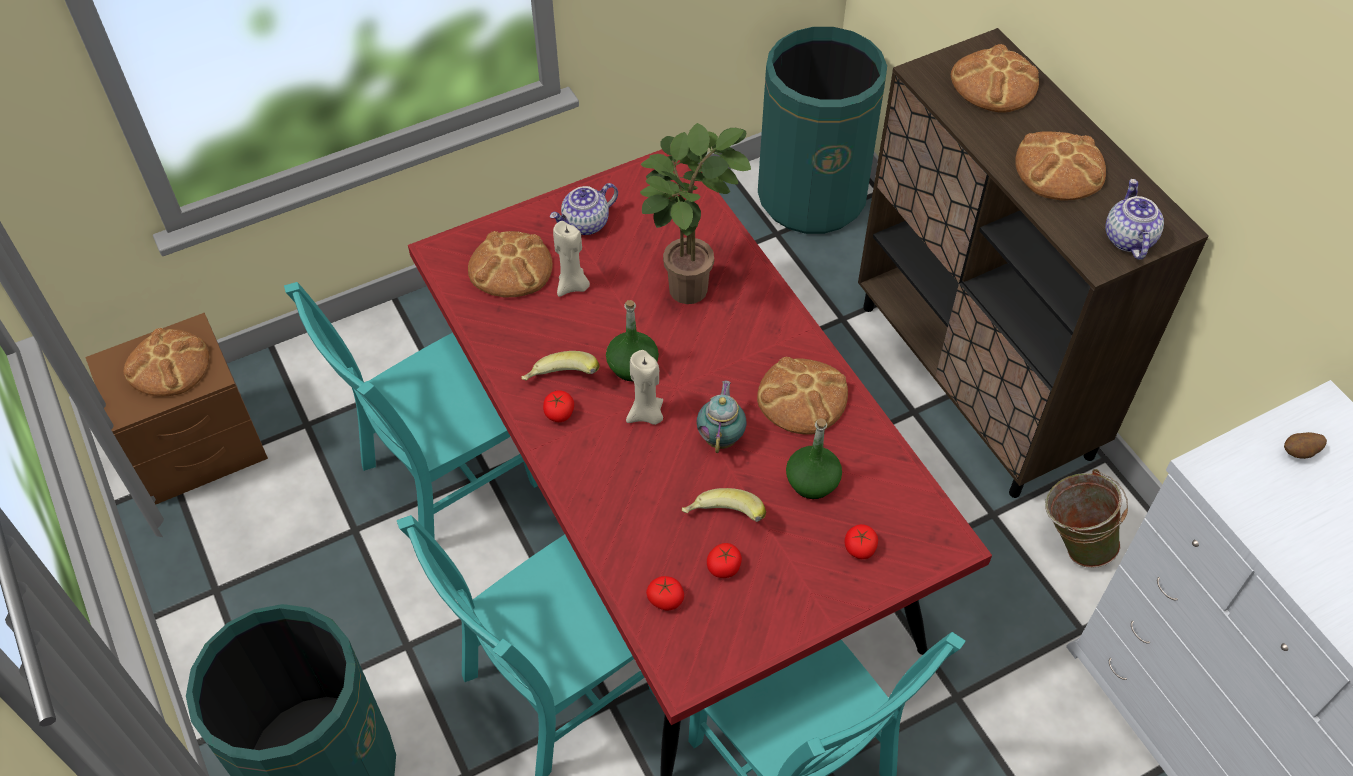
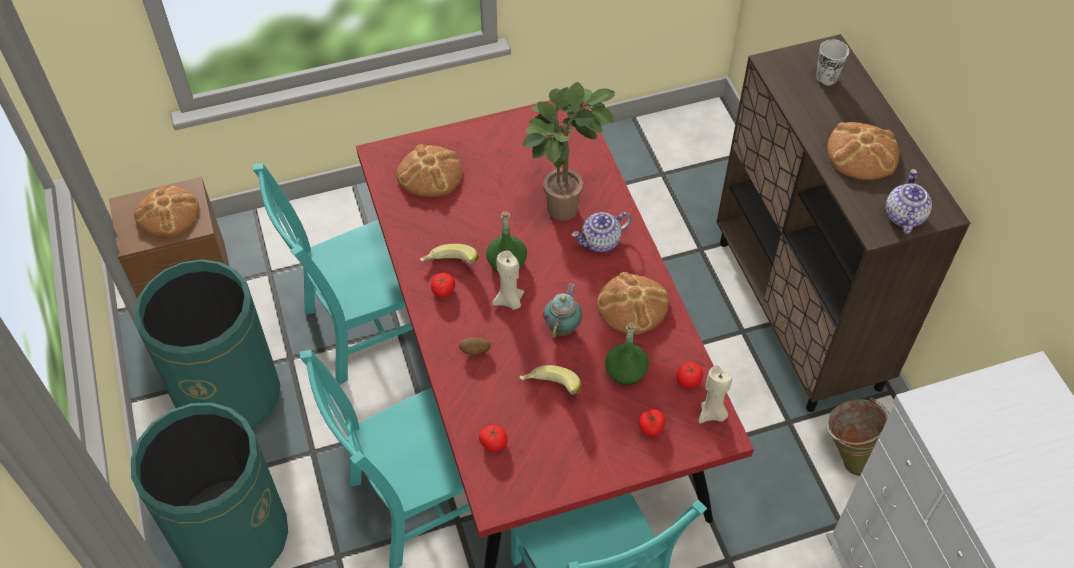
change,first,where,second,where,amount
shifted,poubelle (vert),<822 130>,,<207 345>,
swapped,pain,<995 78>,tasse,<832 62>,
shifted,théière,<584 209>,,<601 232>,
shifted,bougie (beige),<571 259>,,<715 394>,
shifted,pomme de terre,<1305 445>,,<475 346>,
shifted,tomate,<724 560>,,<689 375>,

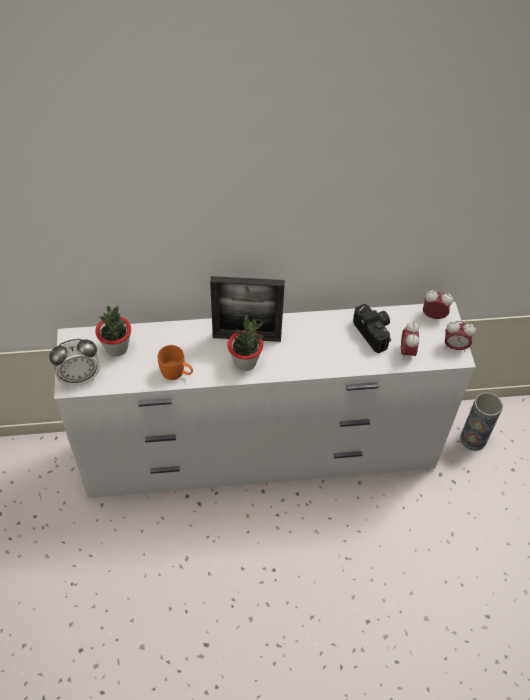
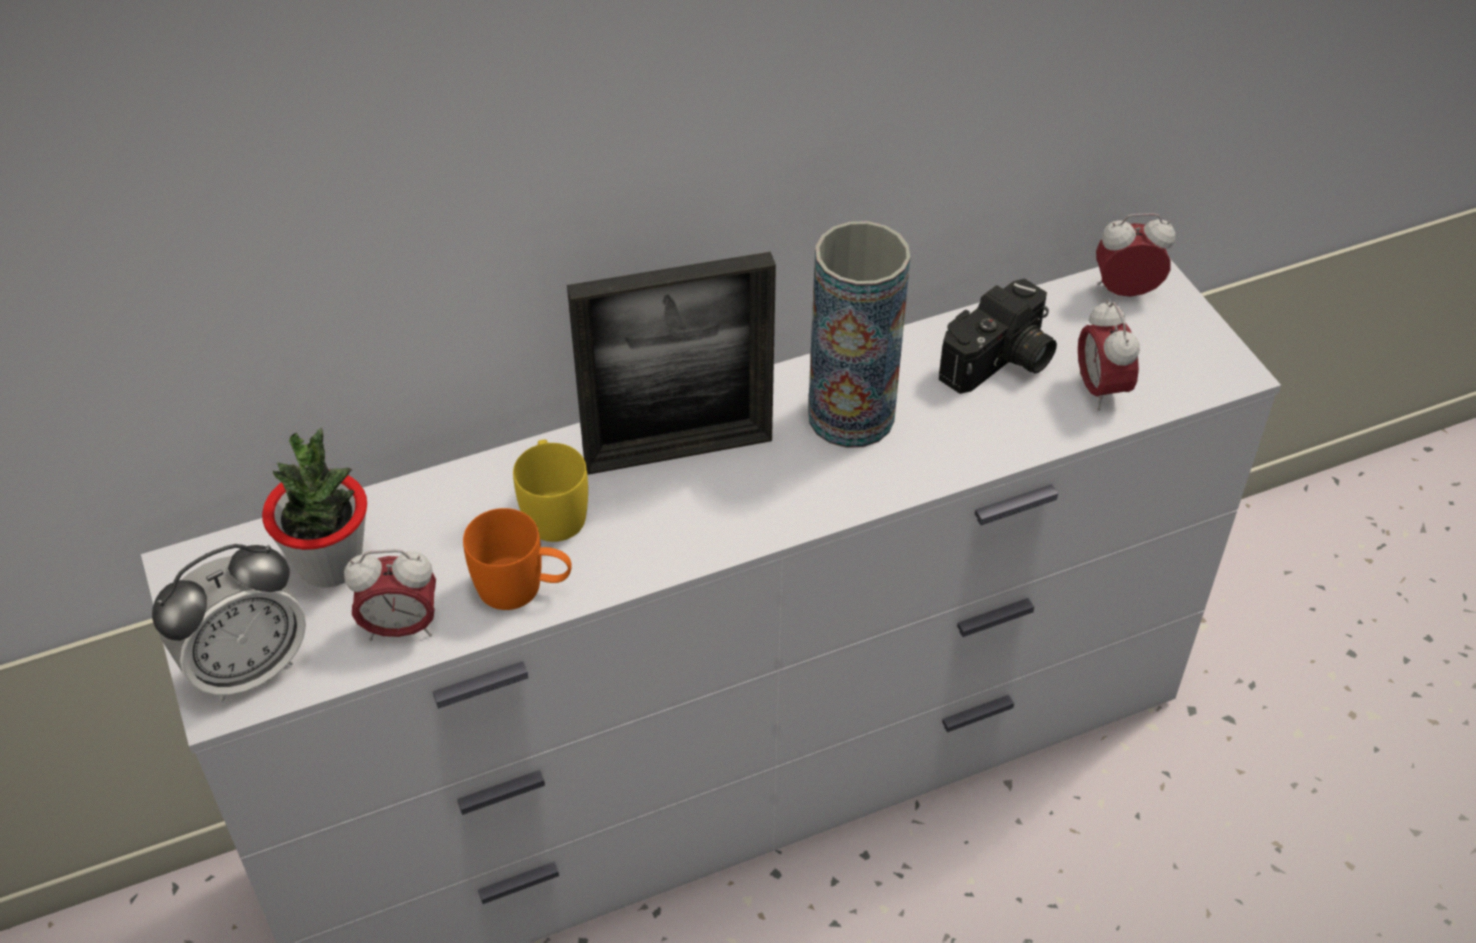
change,first,where,second,where,amount
rotated,appareil photo,<372 328>,,<998 336>,90 degrees clockwise
gone,plante en pot,<245 343>,,,
shifted,réveil,<460 336>,,<390 595>,
shifted,vase,<481 421>,,<859 334>,
new,,,mug (jaune),<550 491>,

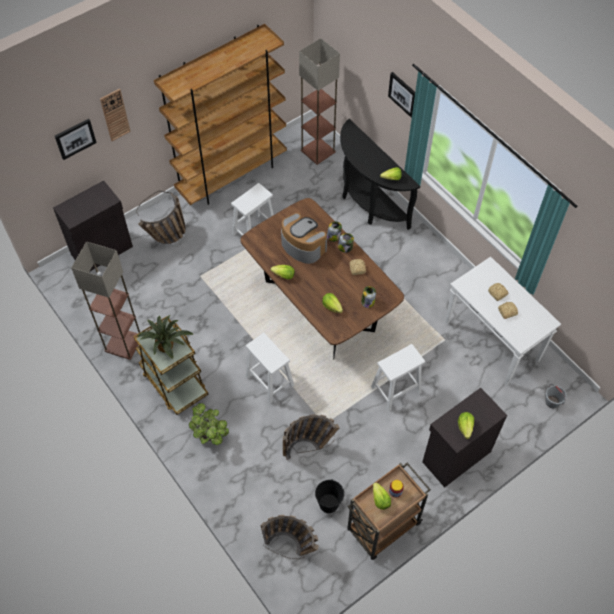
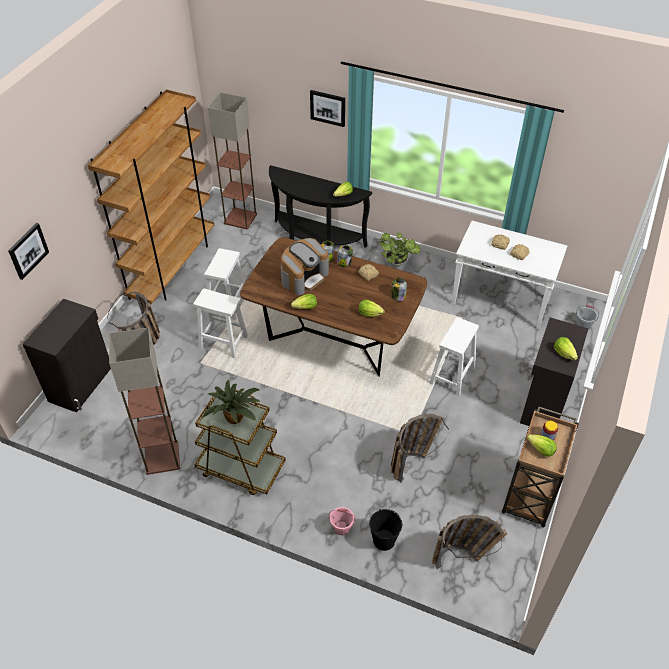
change,first,where,second,where,amount
gone,horloge murale,<115 115>,,,
rotated,machine à café,<304 238>,,<305 266>,120 degrees clockwise
shifted,tabouret (blanc),<269 368>,,<220 323>,
shifted,plante en pot,<209 424>,,<399 250>,
shifted,seau (noir),<329 496>,,<385 530>,
new,,,seau (rose),<342 521>,

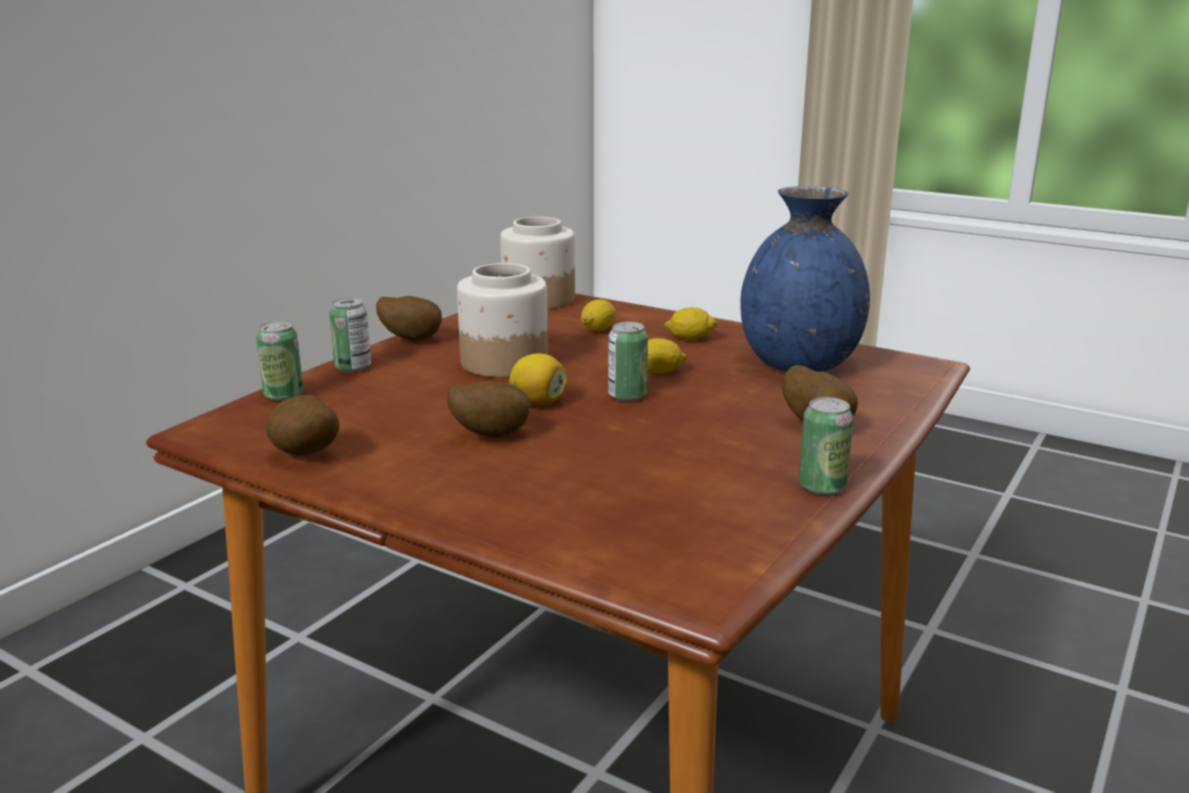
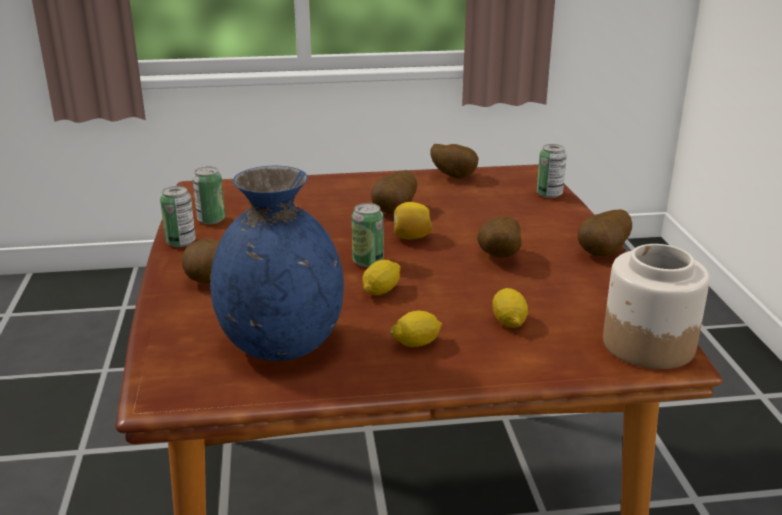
change,first,where,second,where,amount
swapped,bocal,<502 320>,pomme de terre,<499 237>,
shifted,boîte métallique,<350 335>,,<209 195>,

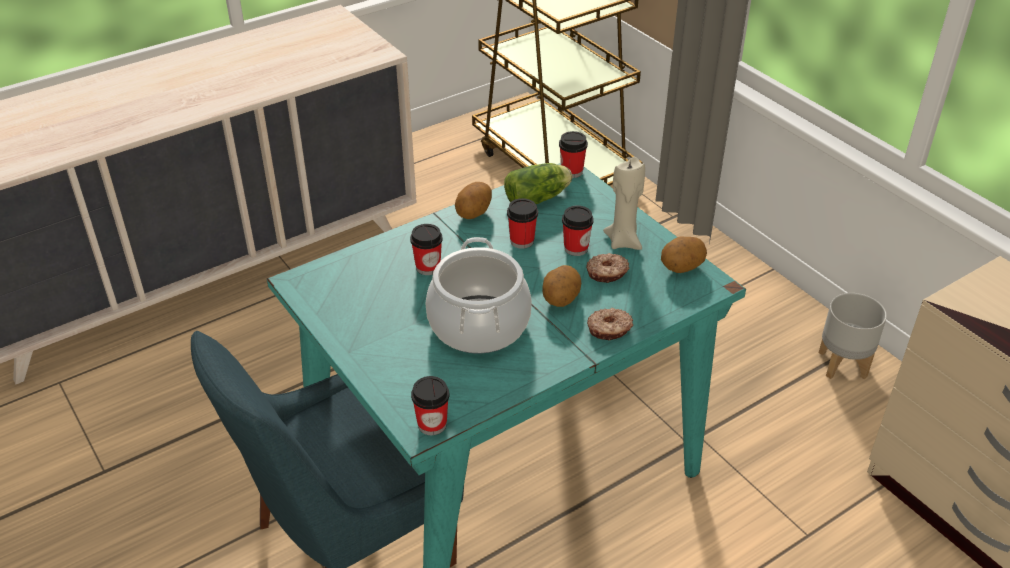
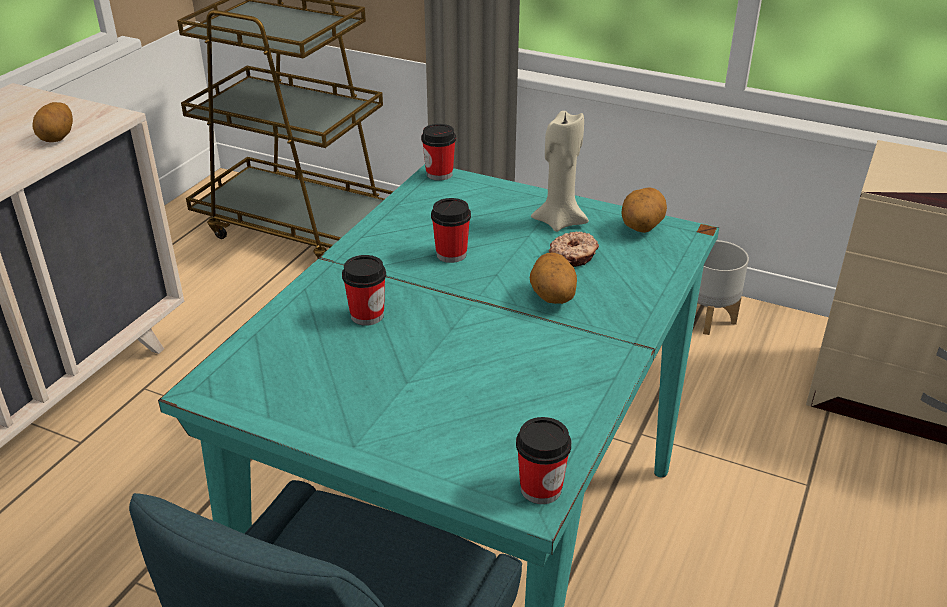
change,first,where,second,where,amount
gone,laitue,<538 183>,,,
shifted,pomme de terre,<473 200>,,<52 122>,
gone,tasse,<578 230>,,,
gone,marmite,<478 295>,,,
gone,beignet,<610 324>,,,

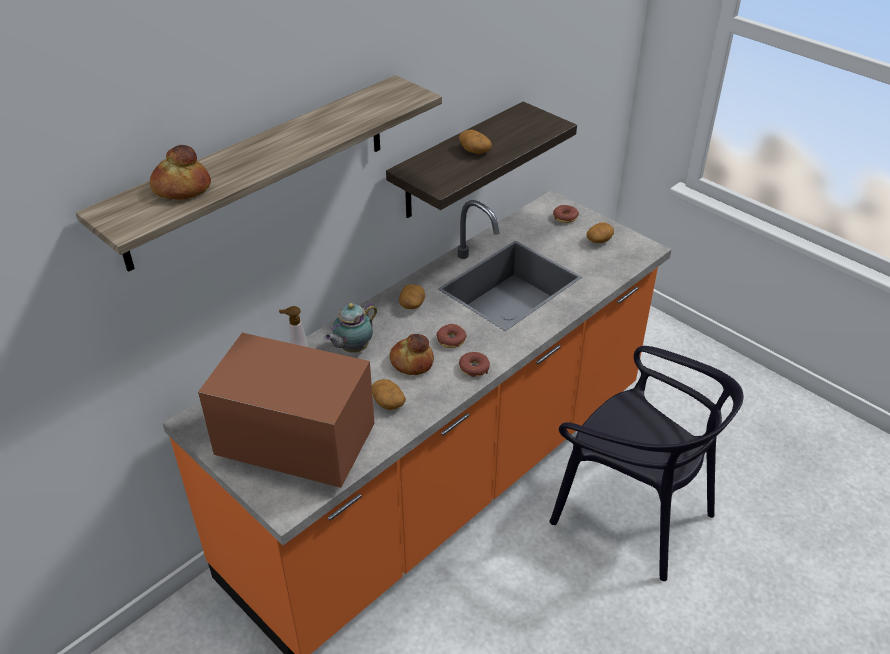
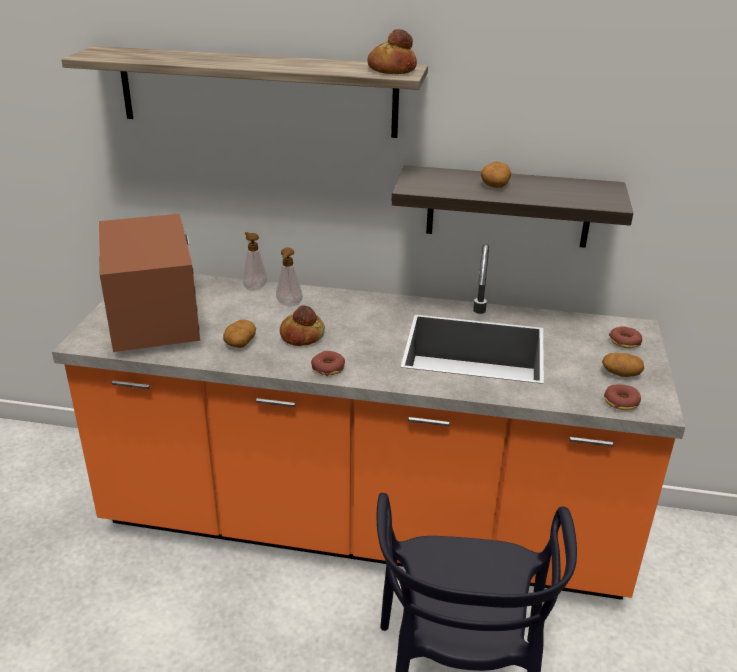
change,first,where,second,where,amount
shifted,pain,<180 172>,,<392 51>,
gone,pomme de terre,<412 296>,,,
swapped,théière,<350 328>,distributeur de savon,<289 276>,
shifted,beignet,<451 336>,,<622 397>,

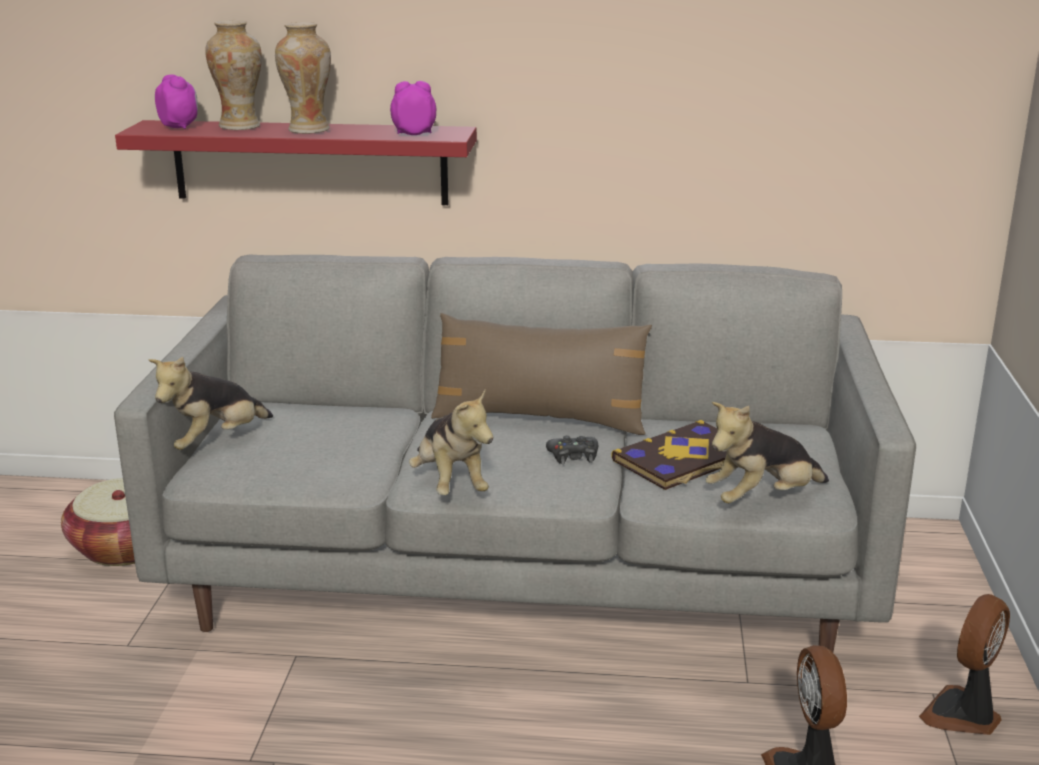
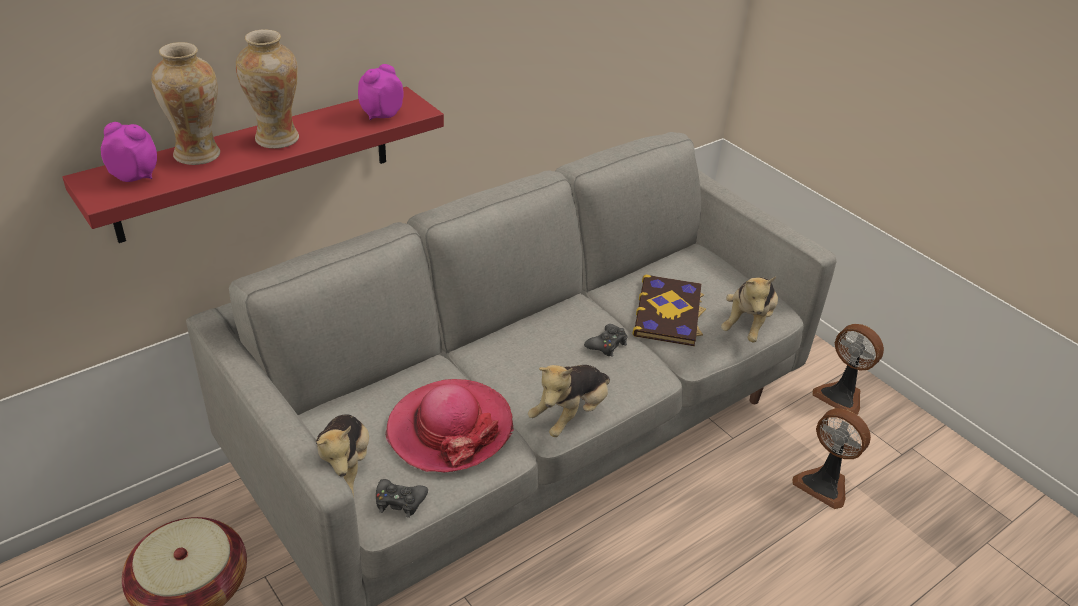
change,first,where,second,where,amount
gone,coussin (marron),<541 374>,,,
rotated,peluche,<451 442>,,<569 401>,105 degrees clockwise
rotated,ventilateur,<964 664>,,<848 369>,45 degrees counterclockwise
new,,,chapeau,<449 425>,
new,,,manette (noir),<402 498>,

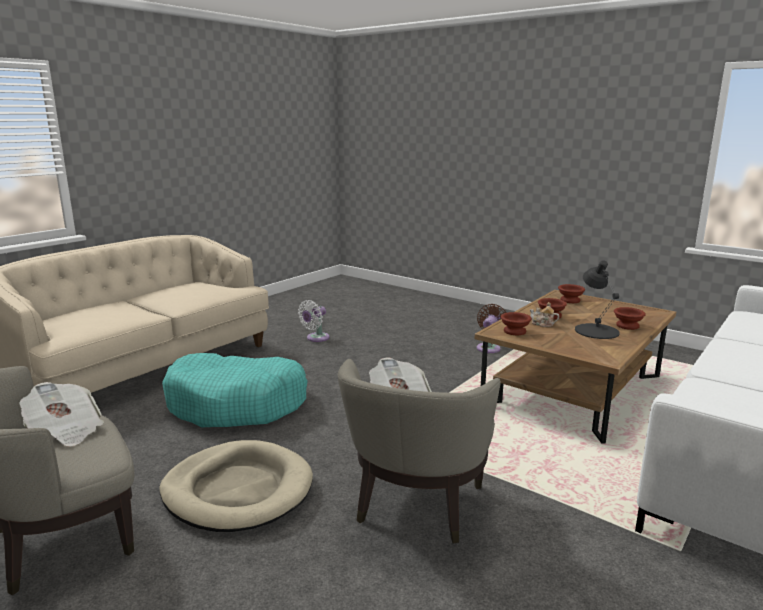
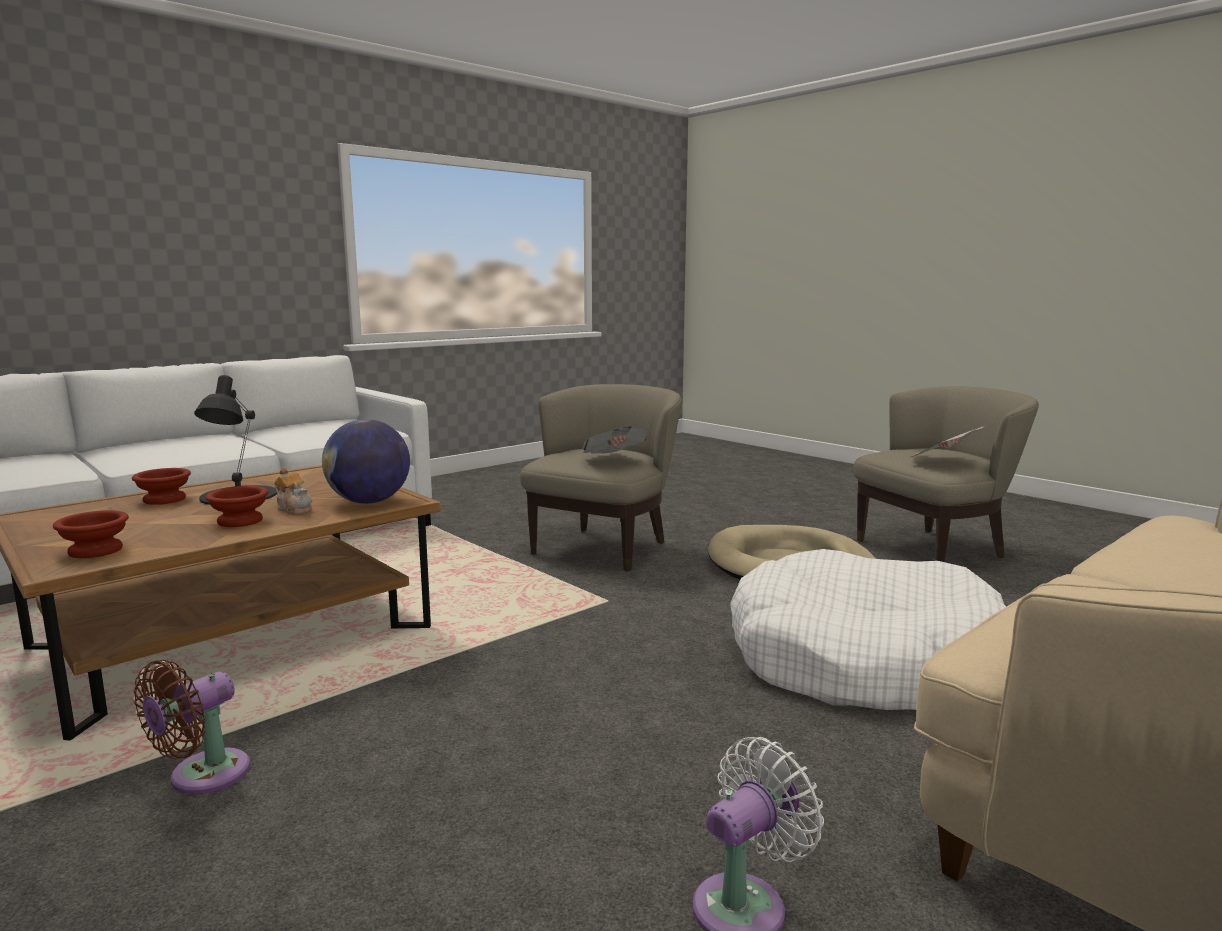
change,first,where,second,where,amount
swapped,bol (marron),<516 323>,globe,<366 461>,
repainted,panier pour chien (turquoise),<235 390>,panier pour chien (blanc),<868 629>,

